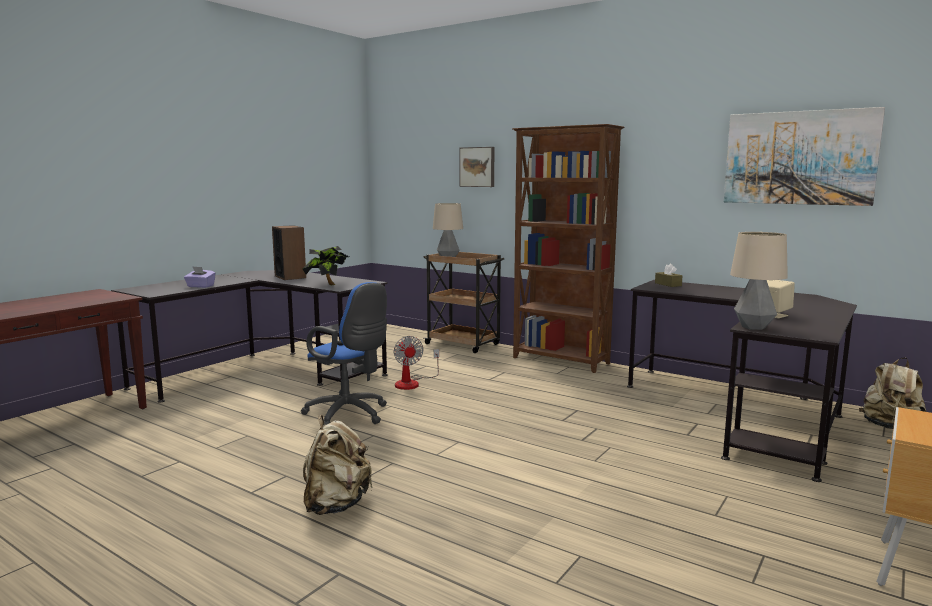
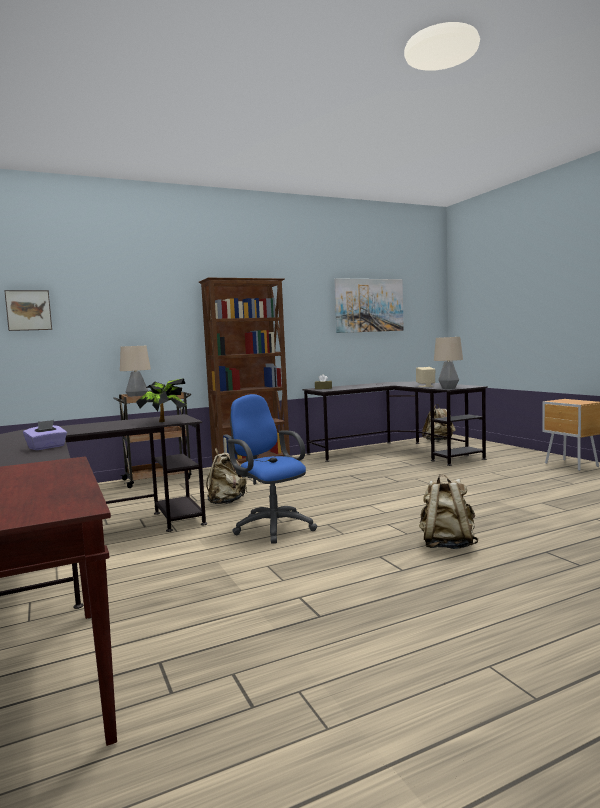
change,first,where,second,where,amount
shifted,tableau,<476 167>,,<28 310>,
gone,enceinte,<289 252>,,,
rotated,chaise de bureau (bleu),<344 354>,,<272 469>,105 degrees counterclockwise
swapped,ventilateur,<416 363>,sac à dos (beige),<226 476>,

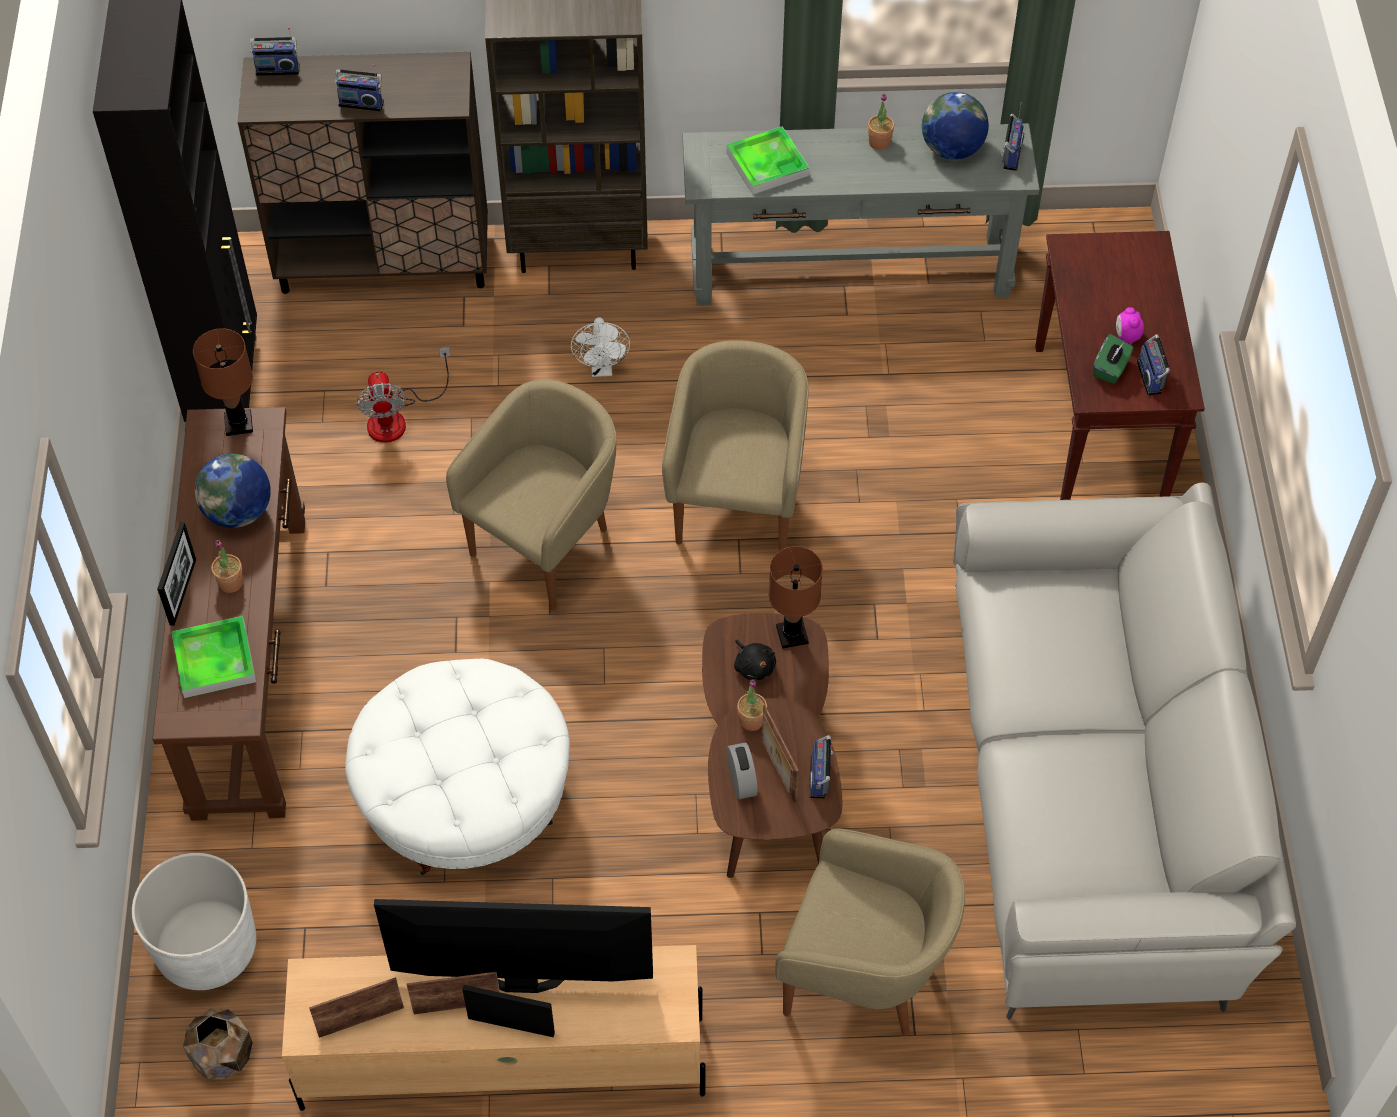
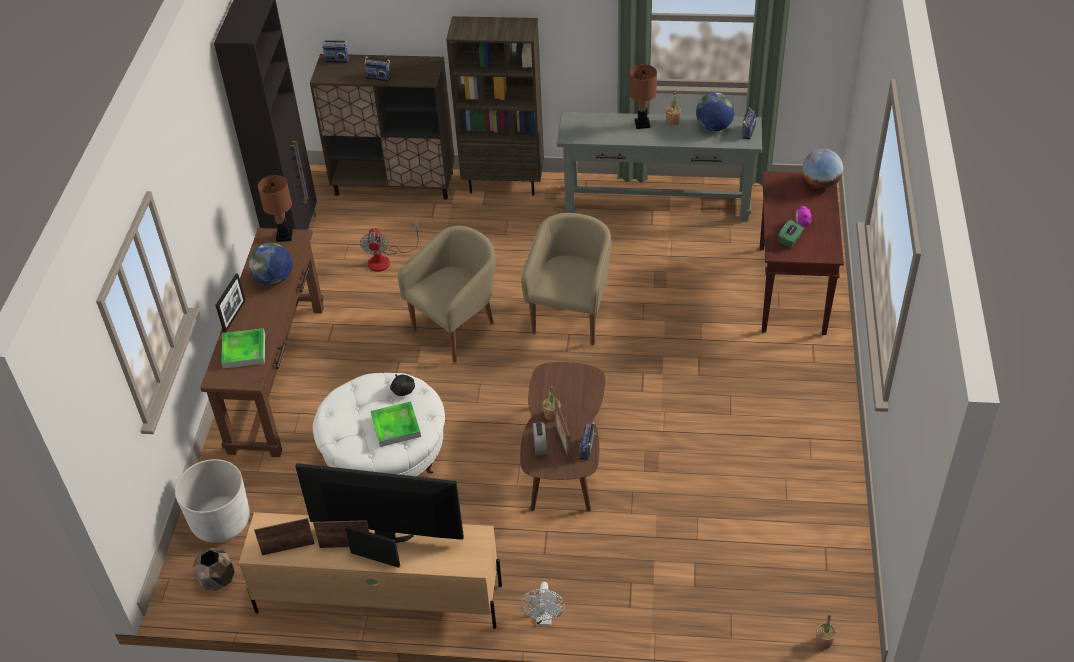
change,first,where,second,where,amount
shifted,plateau,<768 160>,,<396 424>,
shifted,ventilateur (blanc),<600 347>,,<543 604>,
gone,radio,<1153 364>,,,
gone,canapé (gris),<1124 751>,,,
shifted,plante en pot,<227 566>,,<826 632>,
shifted,lampe de table (marron),<796 597>,,<643 96>,
shifted,peluche (noir),<755 660>,,<402 385>,
gone,fauteuil (beige),<870 932>,,,
new,,,globe,<823 169>,

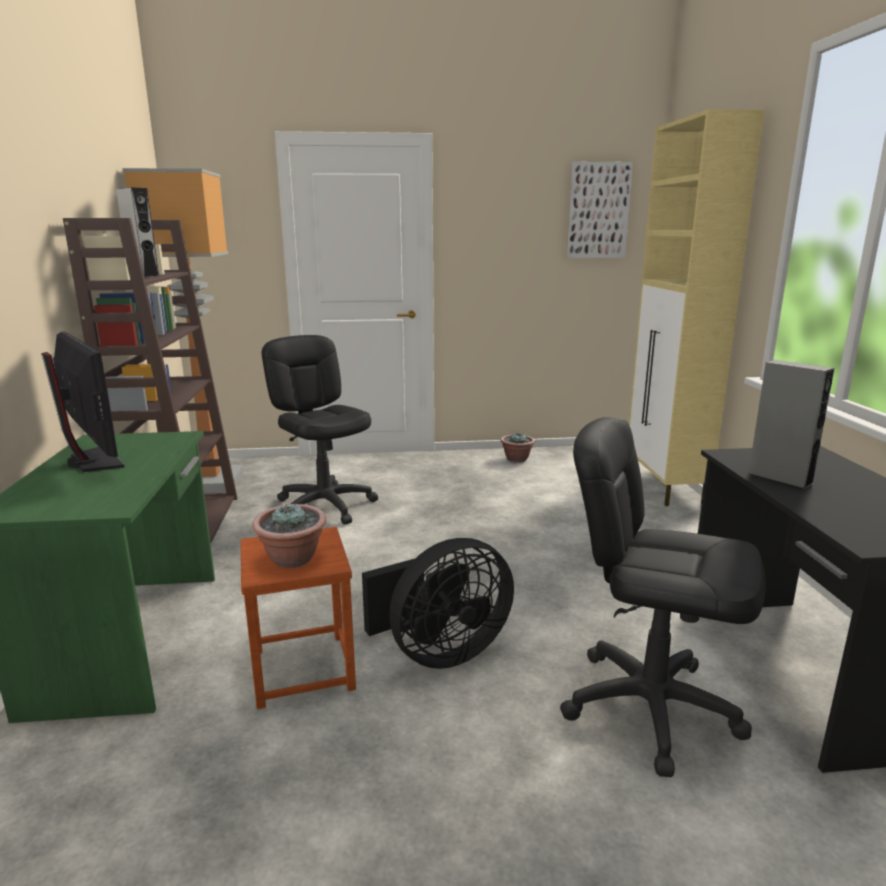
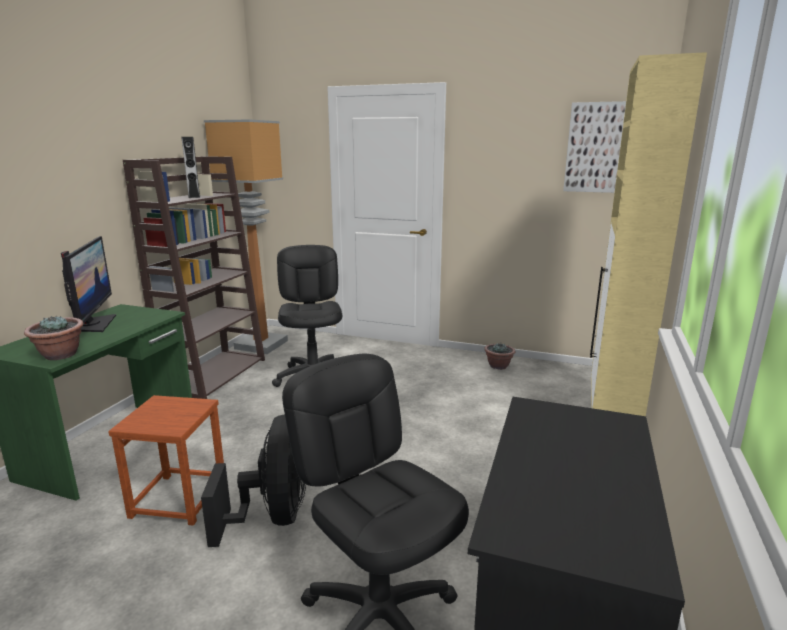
change,first,where,second,where,amount
gone,enceinte (gris),<790 424>,,,
shifted,plante en pot,<289 536>,,<54 338>,
rotated,ventilateur (noir),<438 603>,,<253 481>,90 degrees counterclockwise

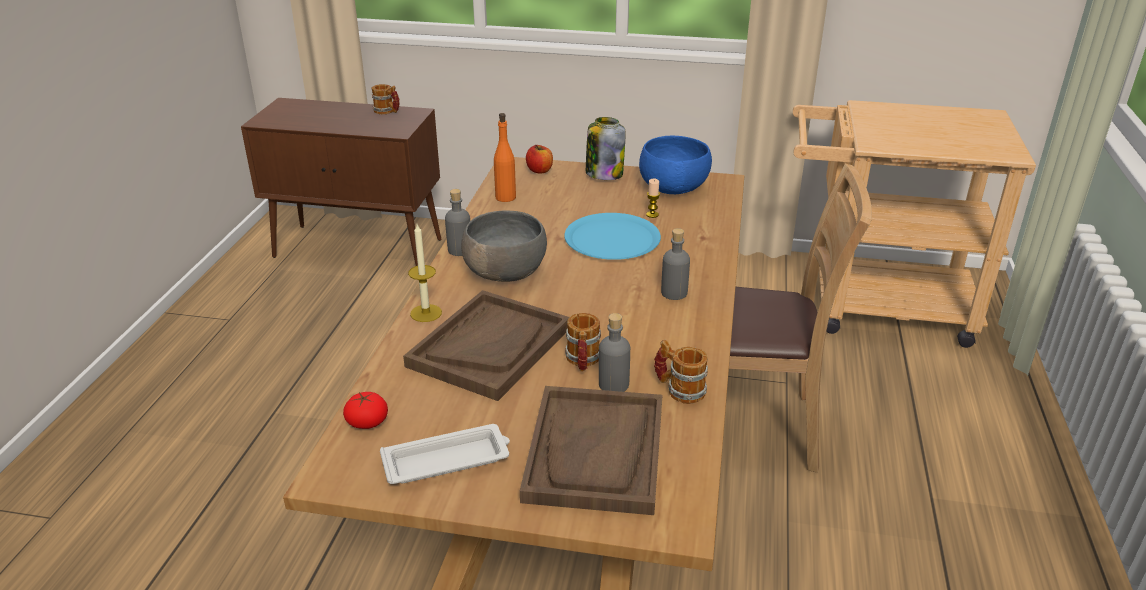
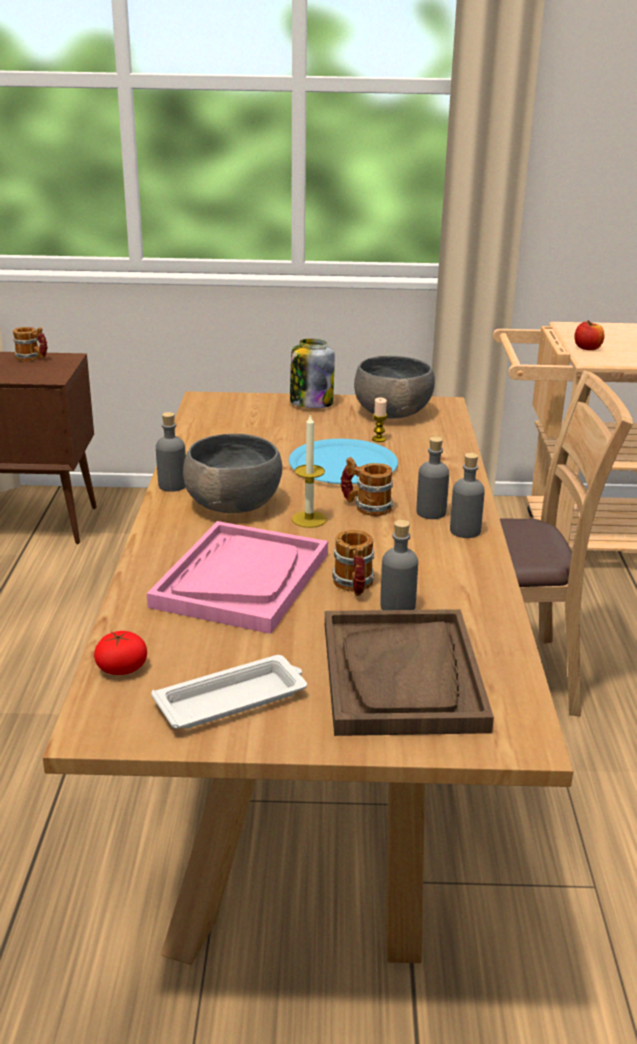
change,first,where,second,where,amount
gone,bouteille (orange),<505 157>,,,
repainted,bol (bleu),<675 165>,bol (gris),<394 387>,
shifted,pomme,<539 159>,,<589 335>,
shifted,bougie,<425 273>,,<309 470>,
repainted,plateau (marron),<486 345>,plateau (rose),<237 577>,
shifted,mug,<681 372>,,<367 486>,
new,,,bouteille (gris),<467 495>,

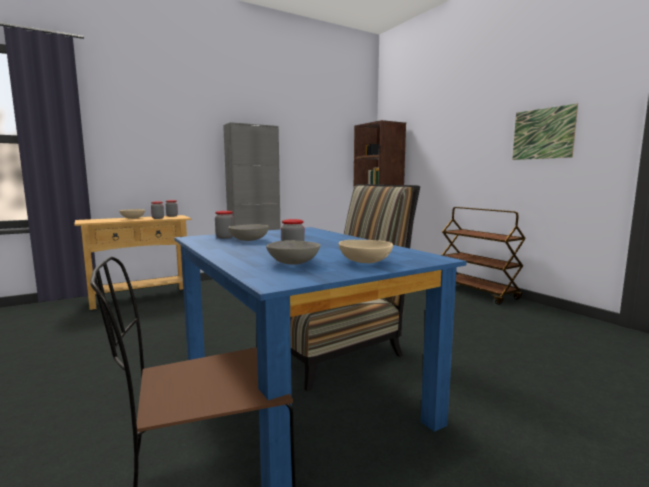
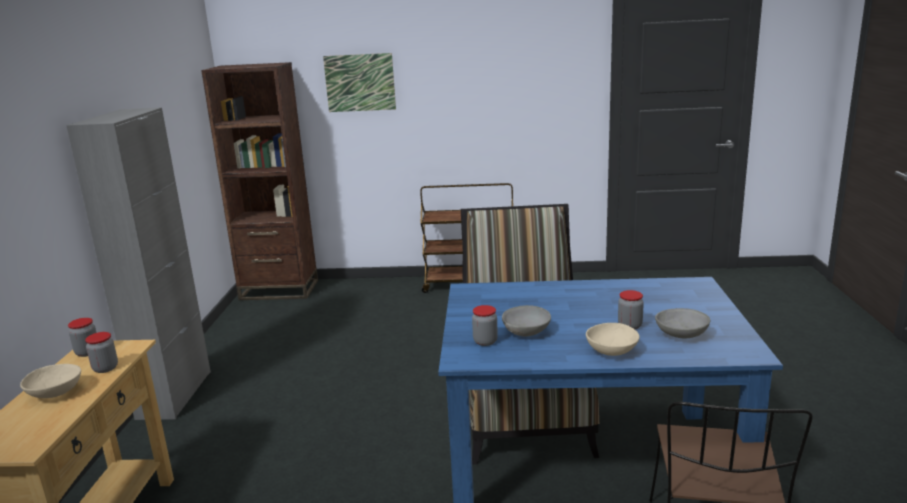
change,first,where,second,where,amount
shifted,tableau,<545 131>,,<359 82>,
shifted,bol (beige),<366 251>,,<612 339>,

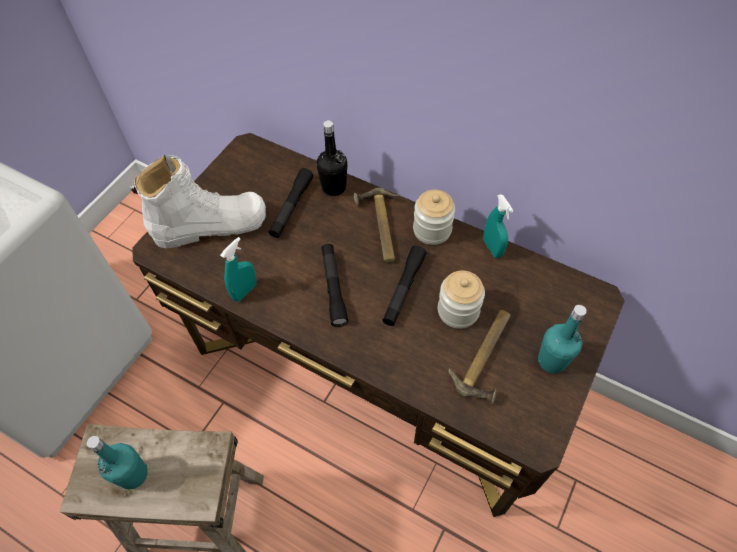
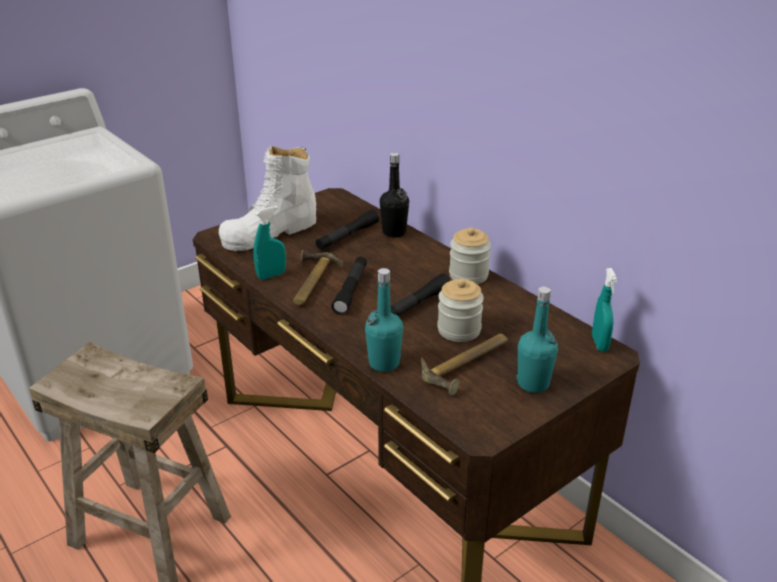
change,first,where,second,where,amount
rotated,botte (blanc),<198 201>,,<267 198>,135 degrees clockwise
shifted,marteau,<376 225>,,<318 277>,
shifted,vaporisateur (turquoise),<498 226>,,<604 309>,
shifted,bouteille (turquoise),<117 462>,,<384 320>,

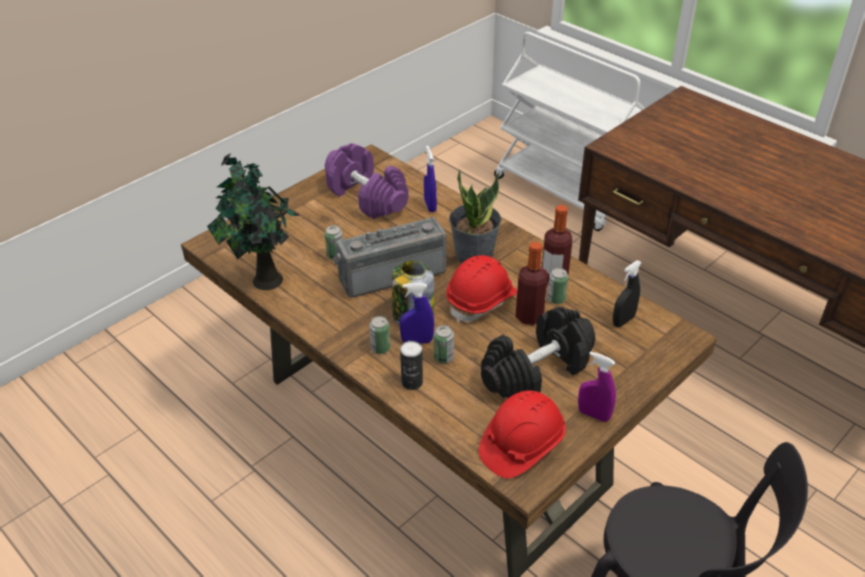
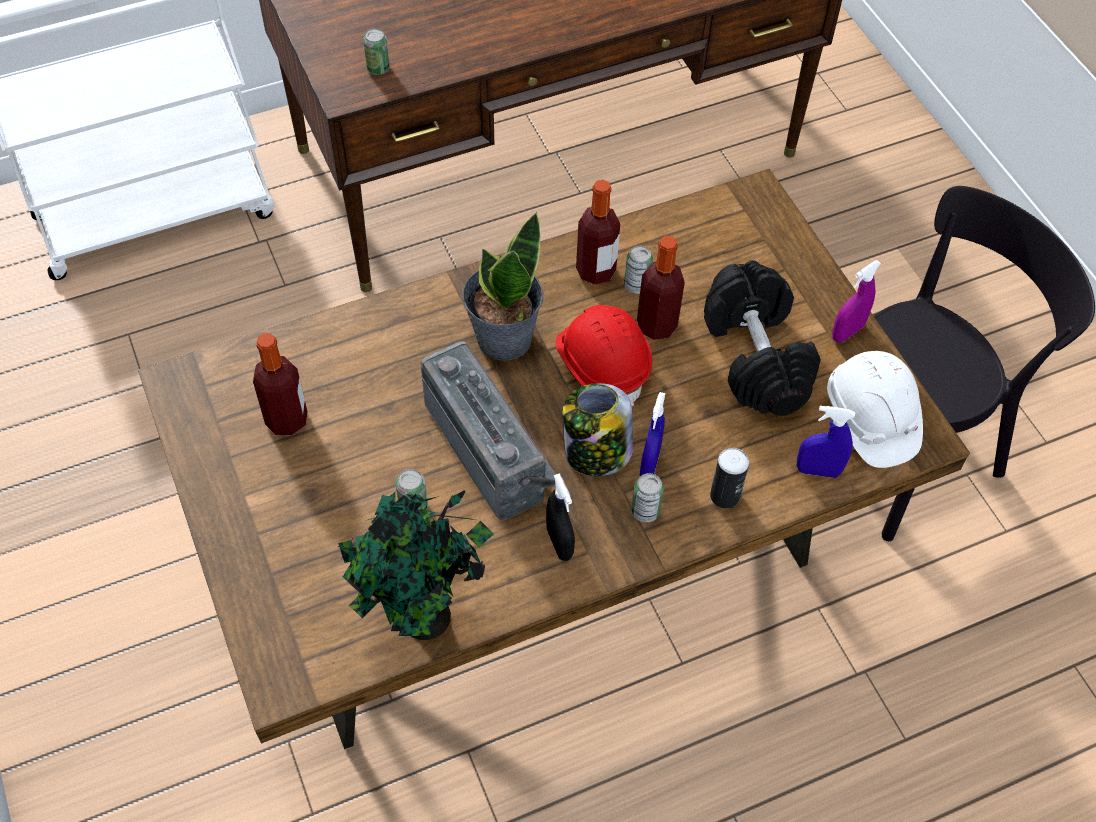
change,first,where,second,where,amount
swapped,haltère (violet),<366 181>,bouteille,<280 384>,
shifted,vaporisateur (bleu),<430 179>,,<826 442>,
rotated,radio,<389 257>,,<488 431>,150 degrees clockwise
shifted,vaporisateur (noir),<627 293>,,<560 517>,
shifted,boîte métallique,<444 344>,,<376 51>,
repainted,casque de chantier (rouge),<522 434>,casque de chantier (blanc),<875 409>,

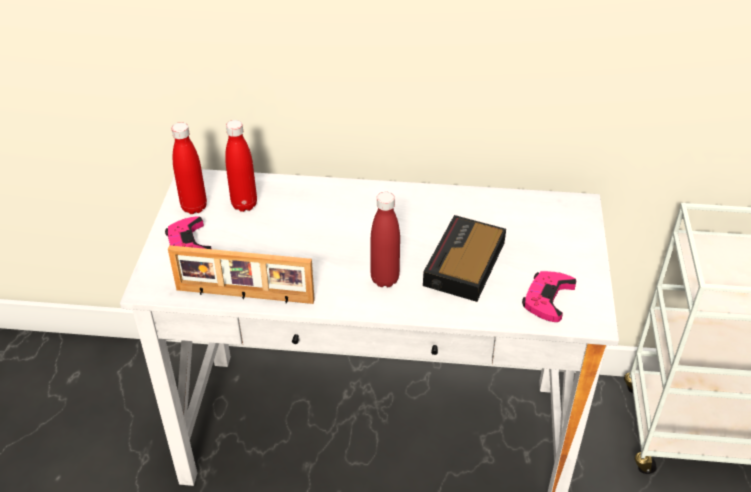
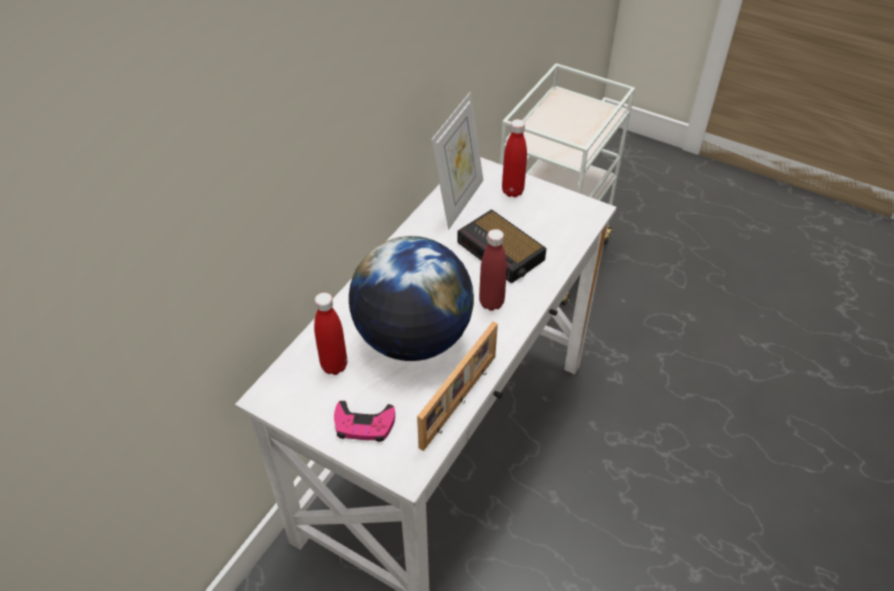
change,first,where,second,where,amount
shifted,bouteille (rouge),<189 168>,,<514 158>,
gone,manette (rose),<549 296>,,,
new,,,cadre photo,<457 160>,
new,,,globe,<411 298>,

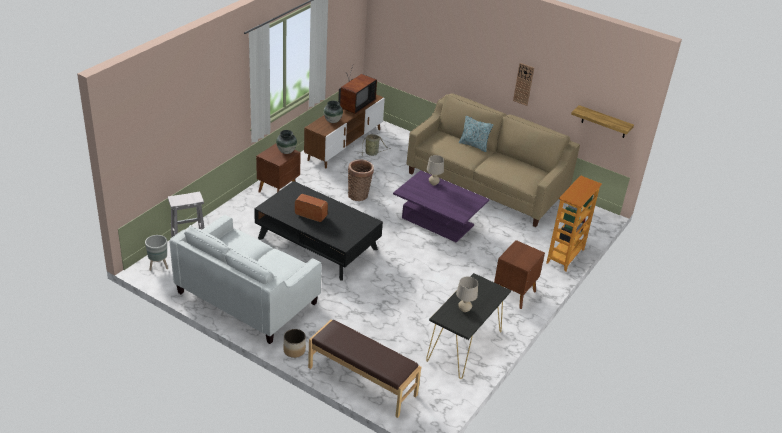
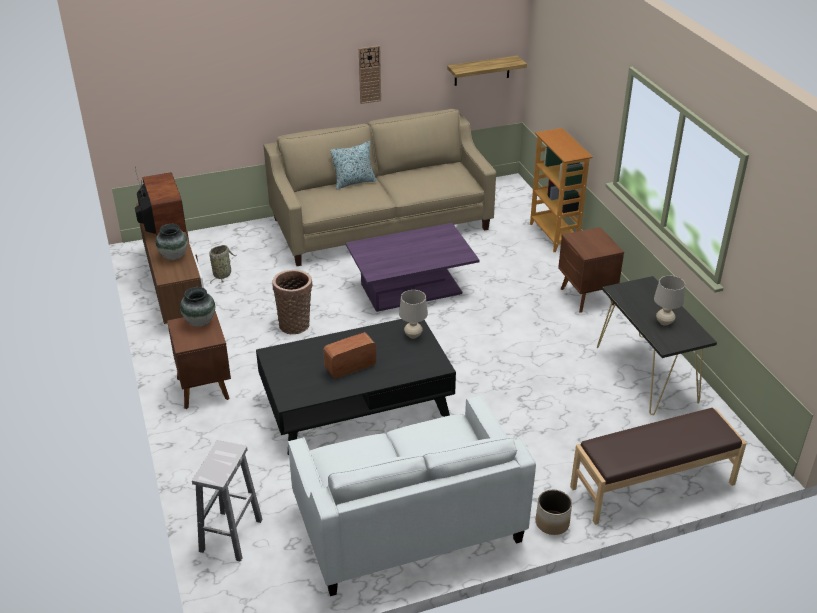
change,first,where,second,where,amount
shifted,lampe de table (beige),<435 170>,,<413 314>,
gone,cache-pot (gris),<156 253>,,,

